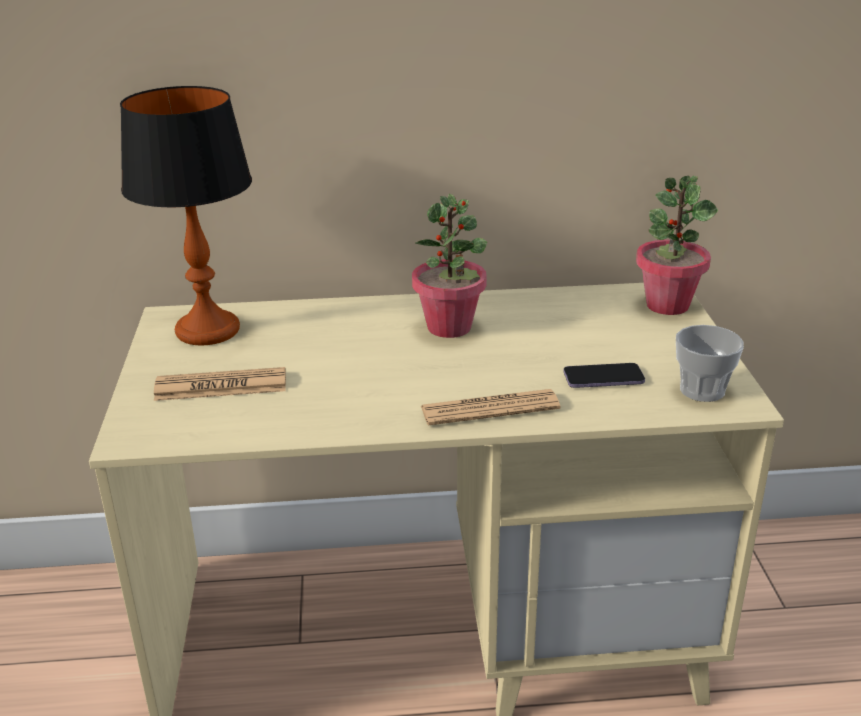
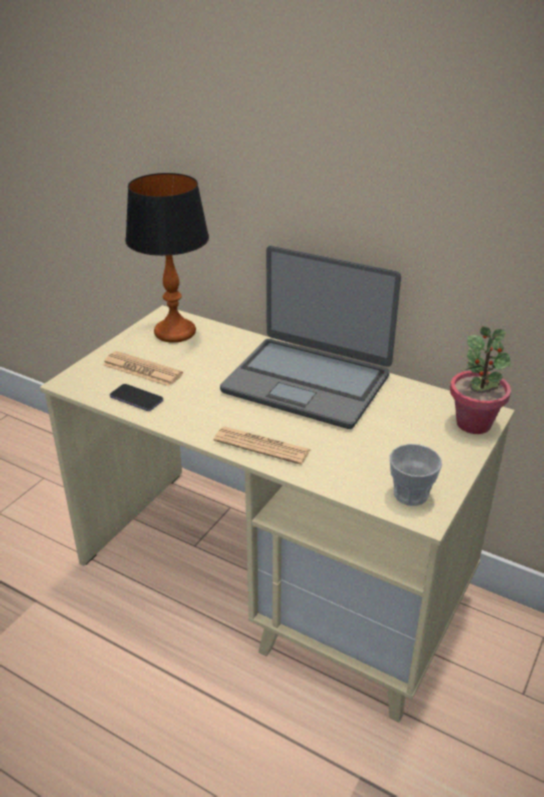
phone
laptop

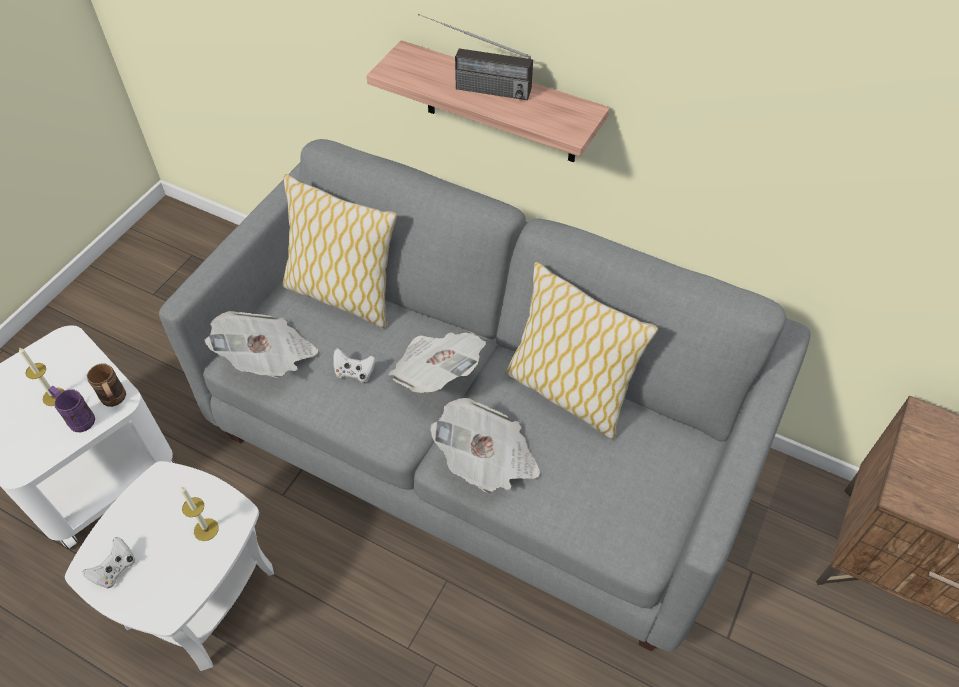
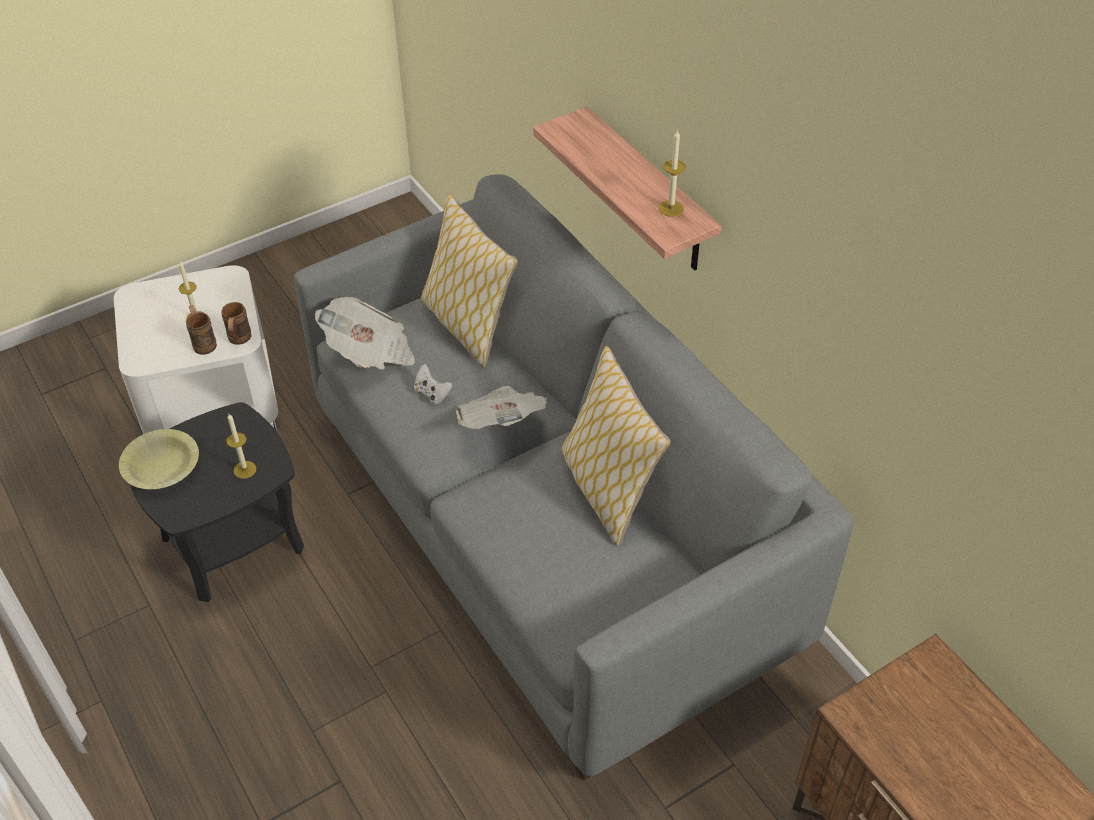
radio
newspaper (no. 3 from left in the first image)
candle (no. 3 from left)
bowl (yellow)
mug (brown) (no. 1 from left)
side table (black)

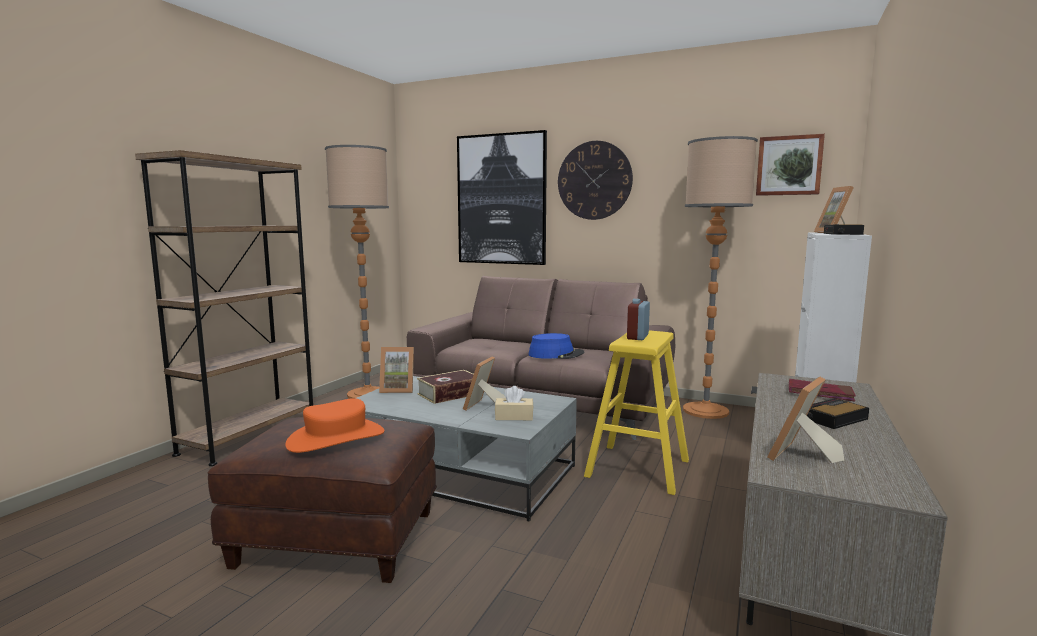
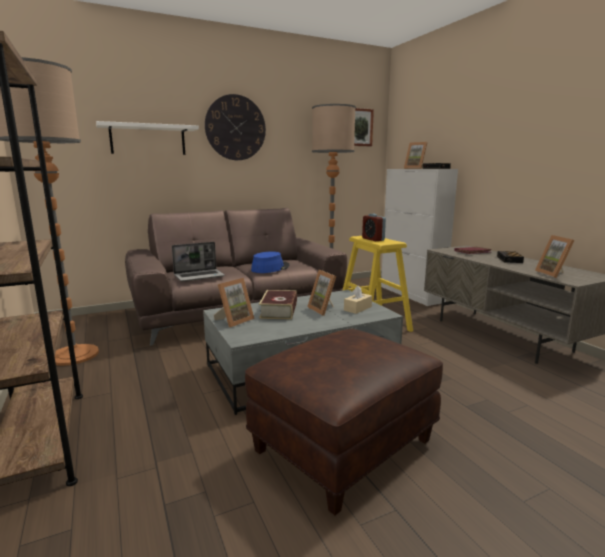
hat (orange)
laptop
shelf (white)

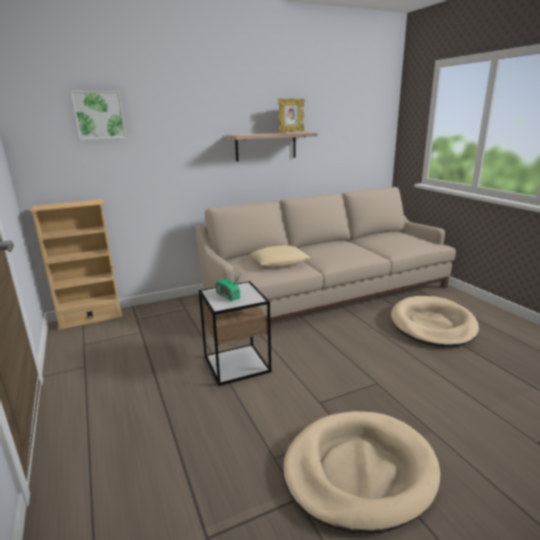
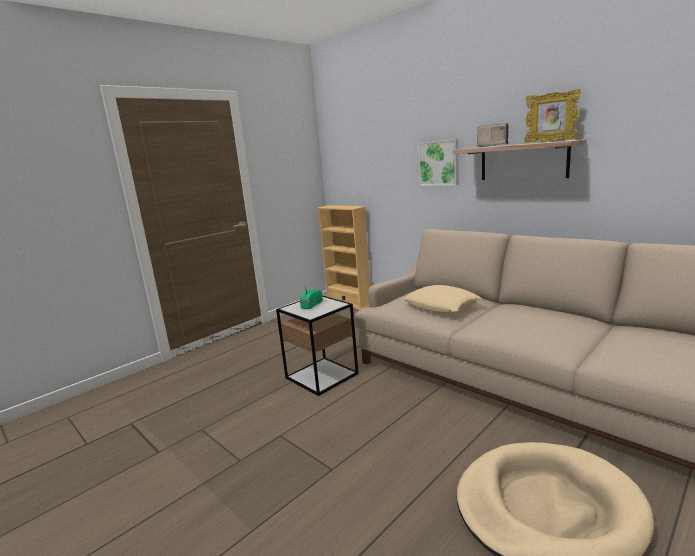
dog bed (beige) (no. 1 from left in the first image)
radio (no. 2 from left)
picture

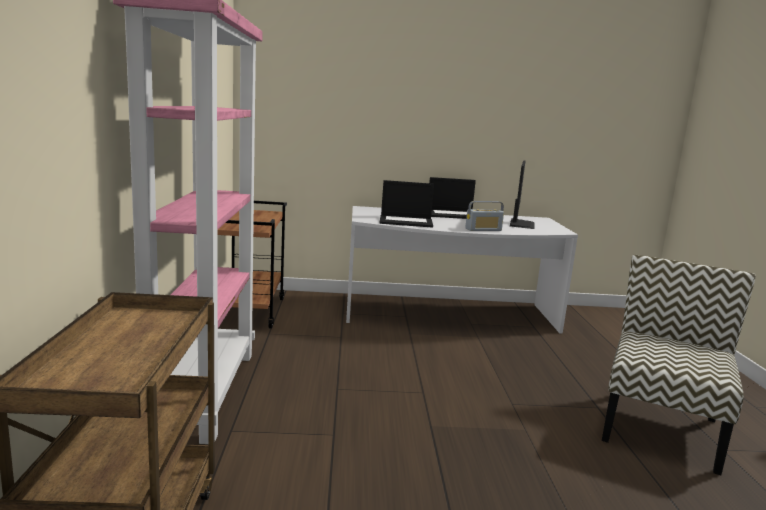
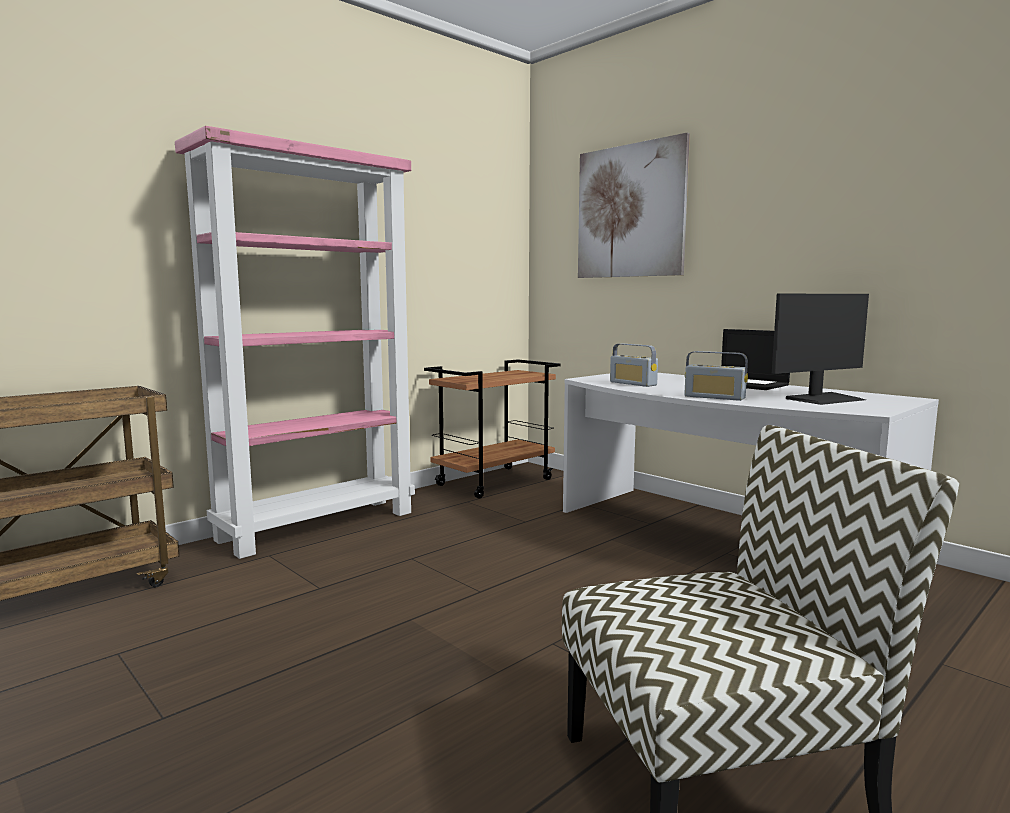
picture
radio (no. 1 from left)

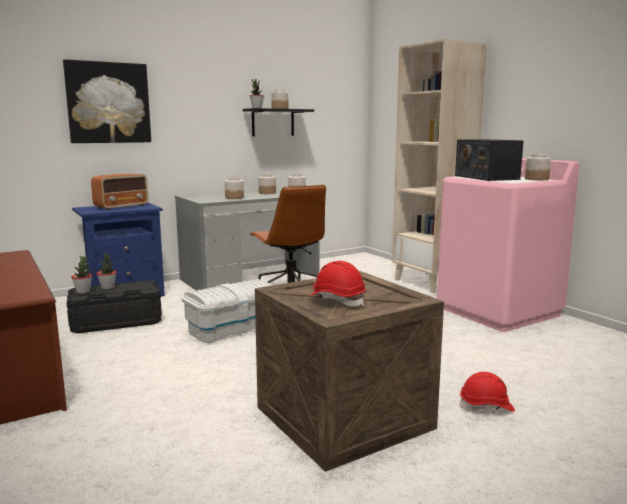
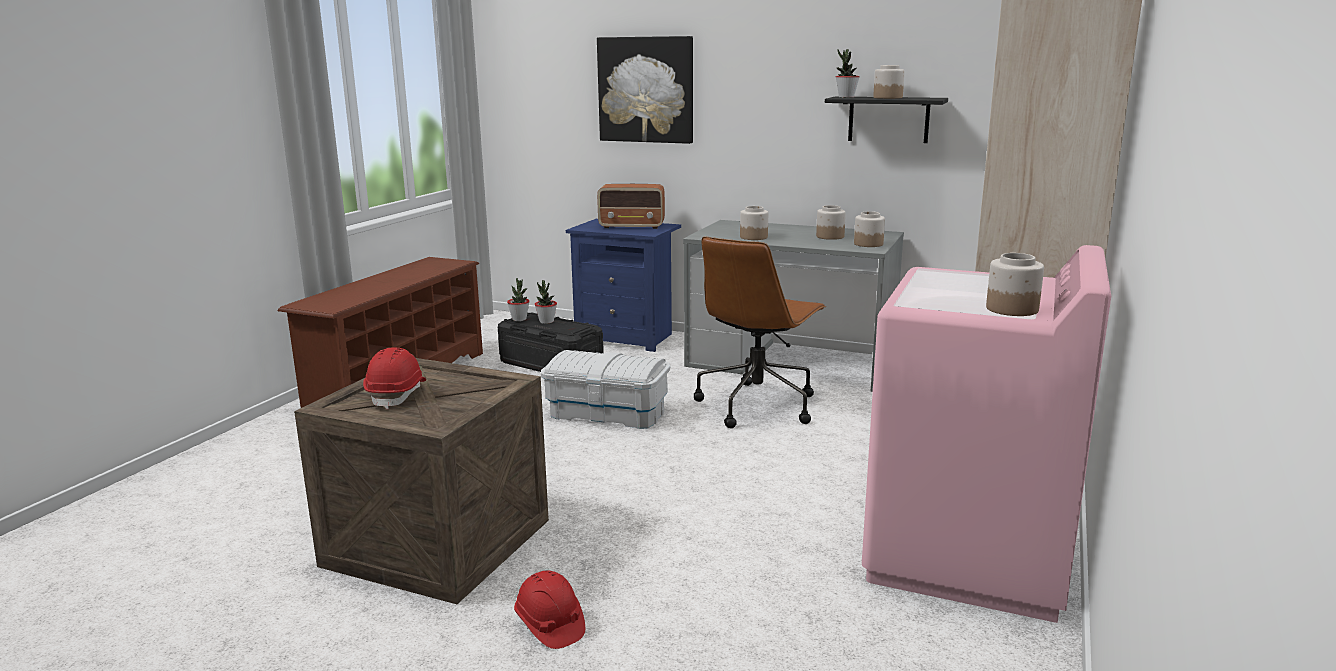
radio (no. 2 from left in the first image)

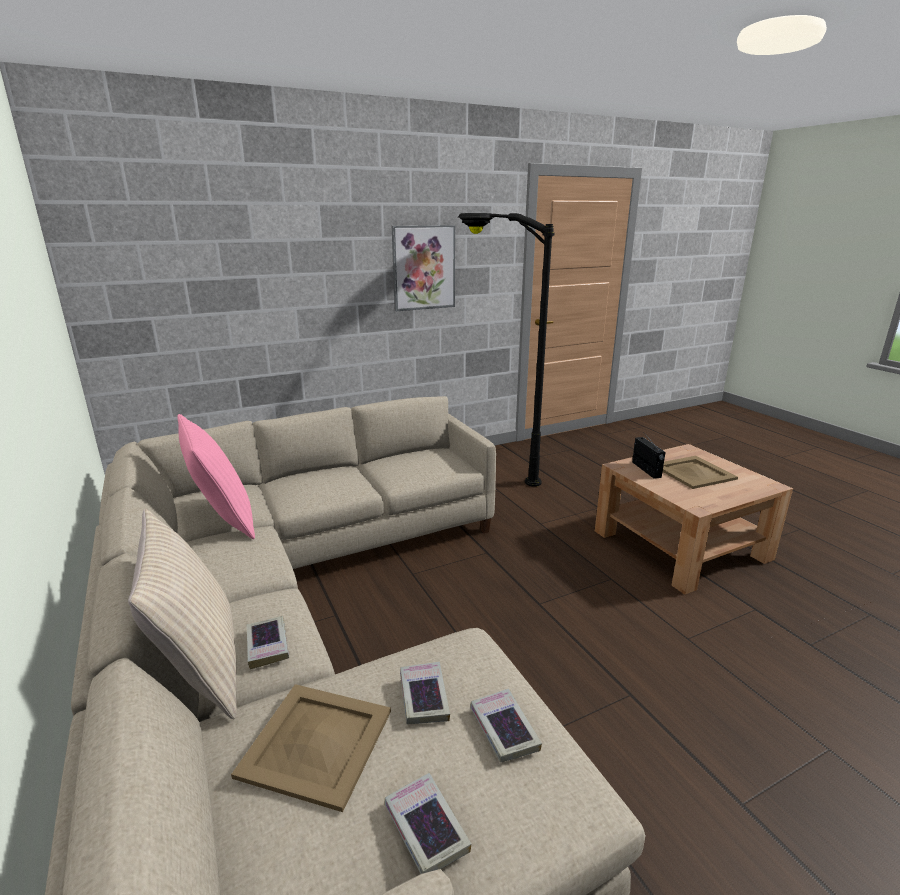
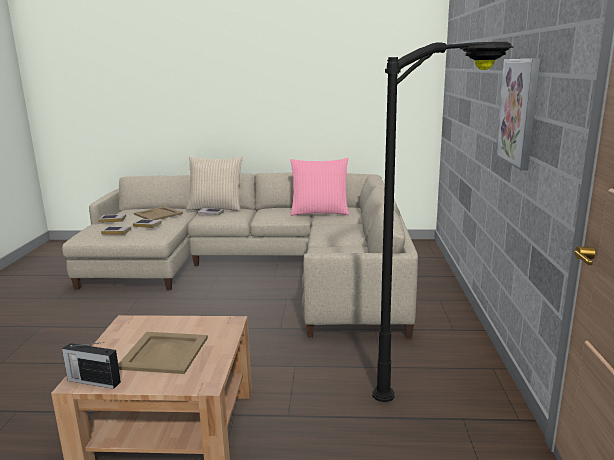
radio

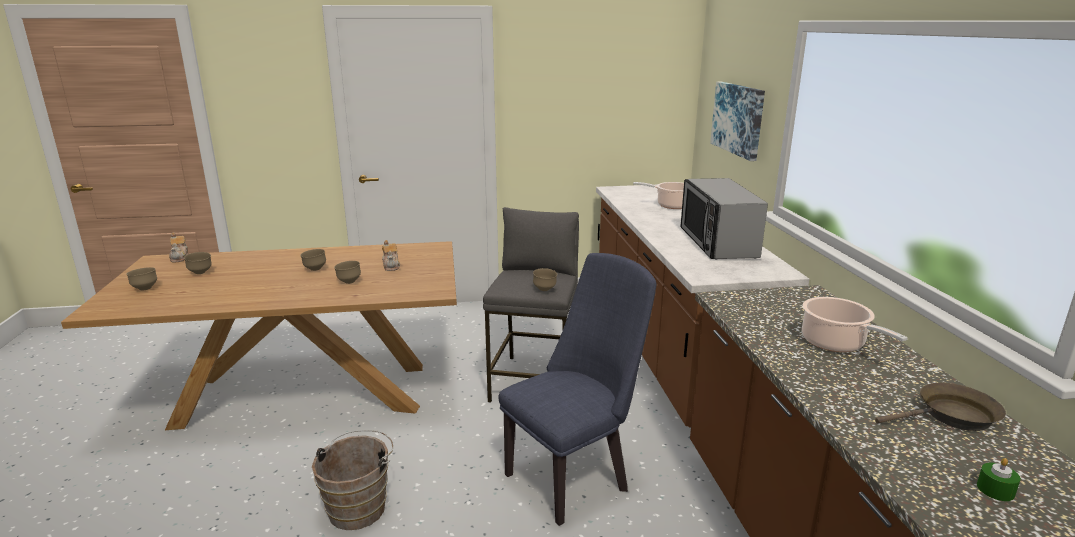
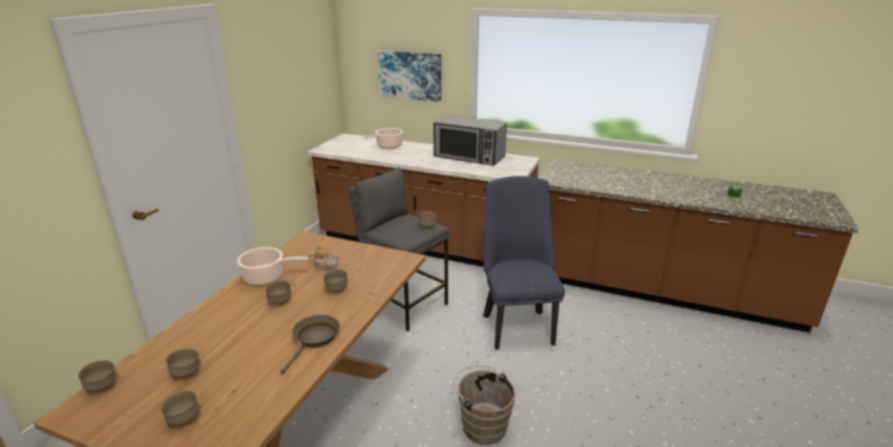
cooking pot (no. 1 from left)
frying pan (brown)
bowl (brown) (no. 1 from left)

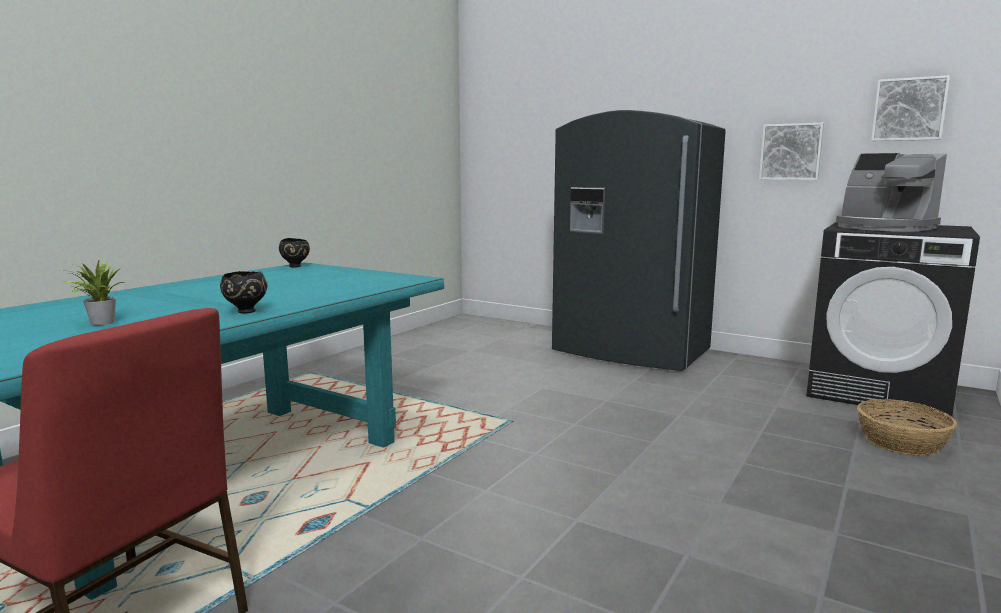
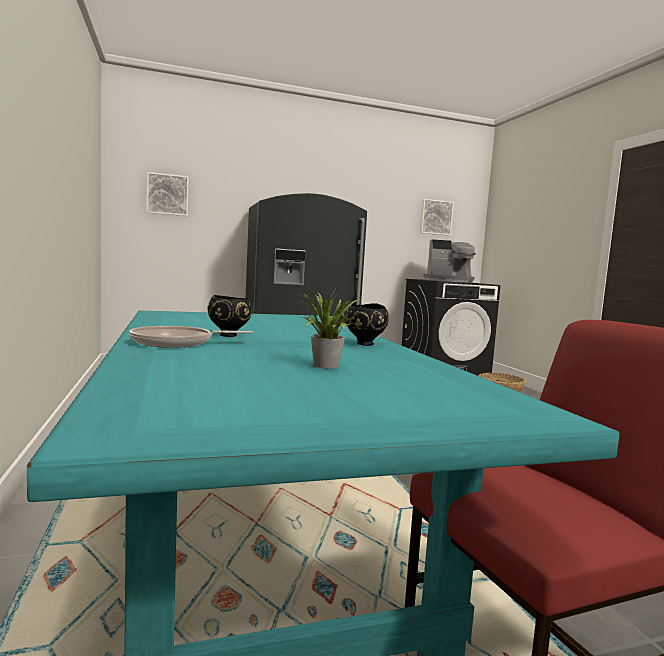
frying pan
bowl (black) (no. 1 from left)
picture (no. 1 from left)

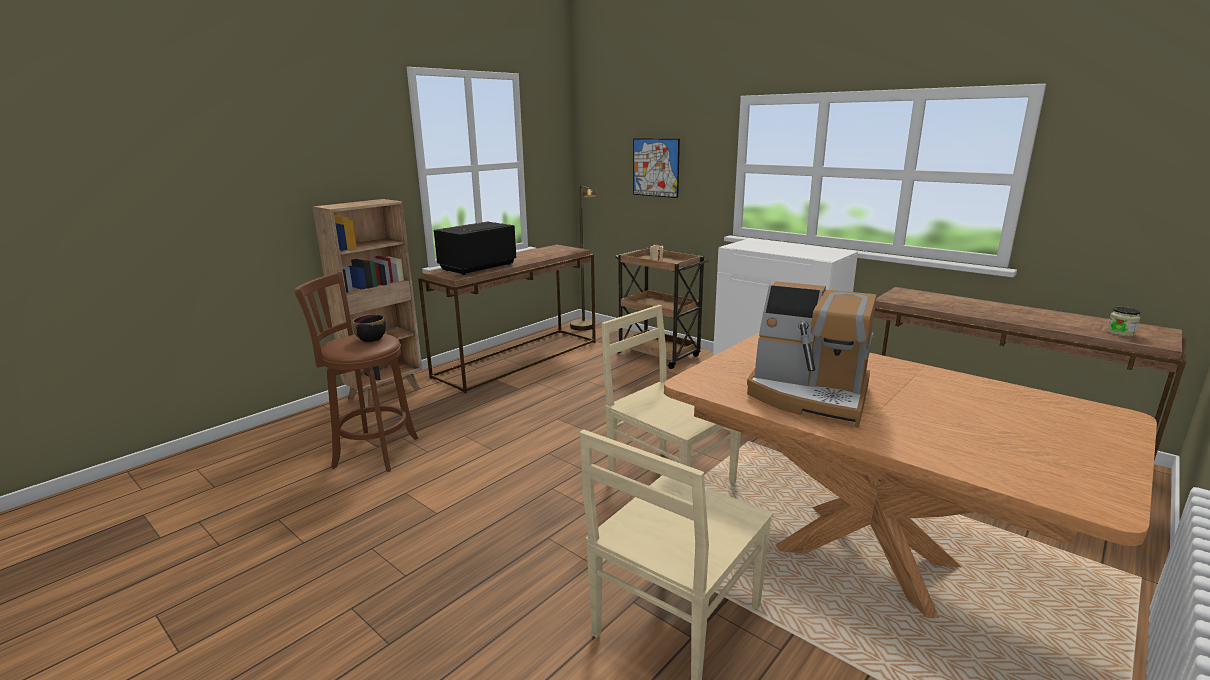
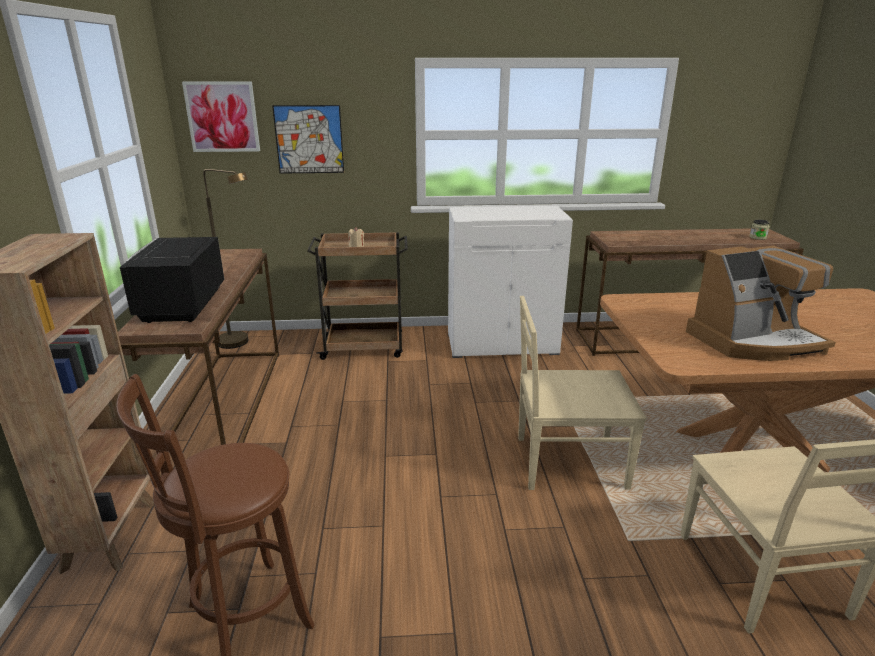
bowl (black)
picture (no. 1 from left)

